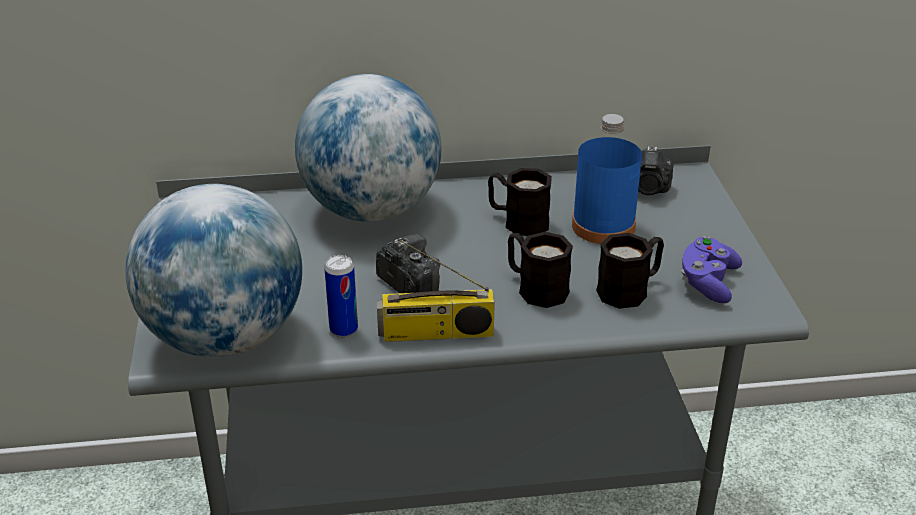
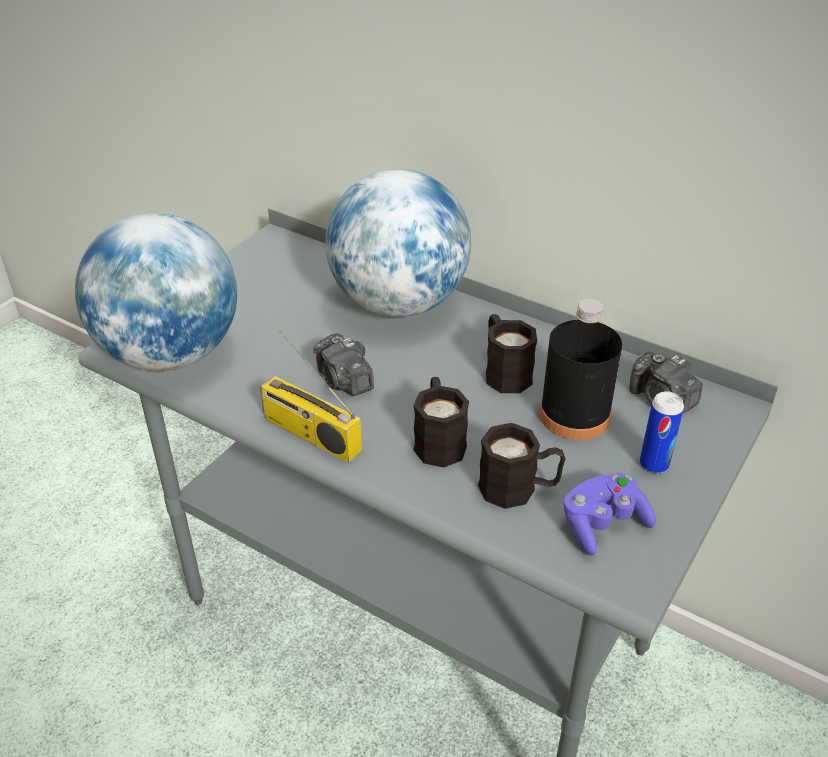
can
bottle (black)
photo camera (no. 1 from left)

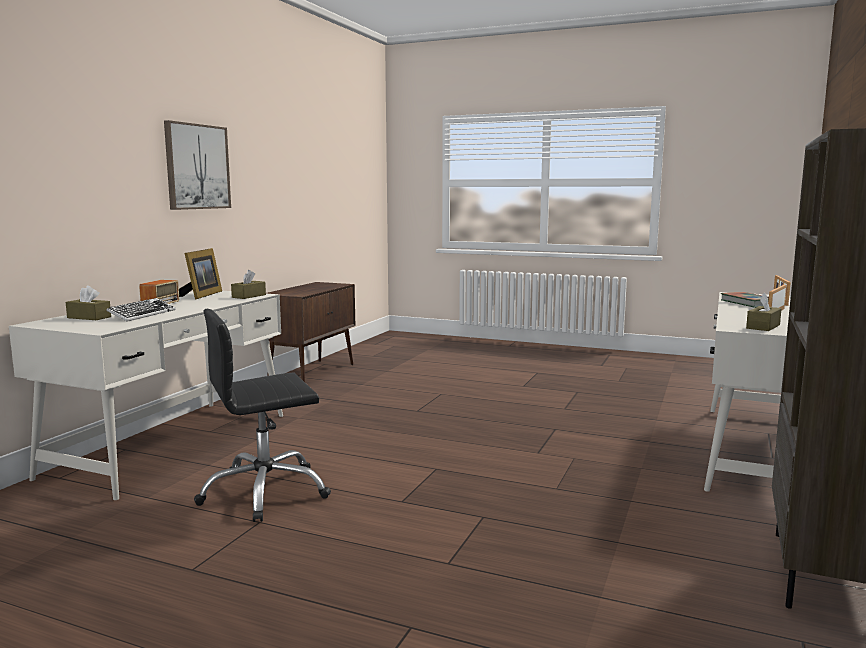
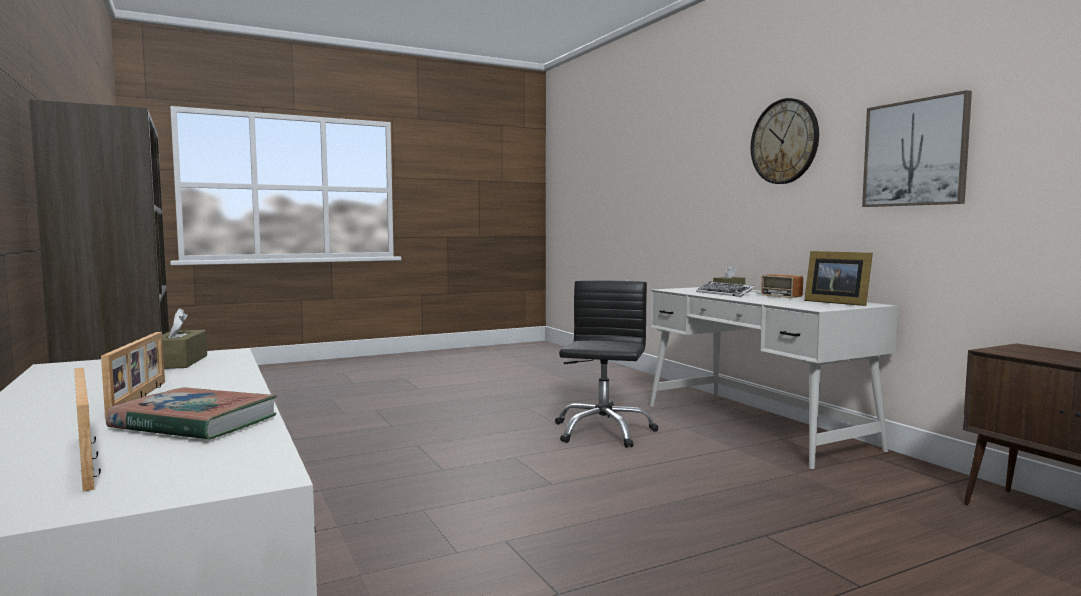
tissue box (brown) (no. 2 from left in the first image)
wall clock

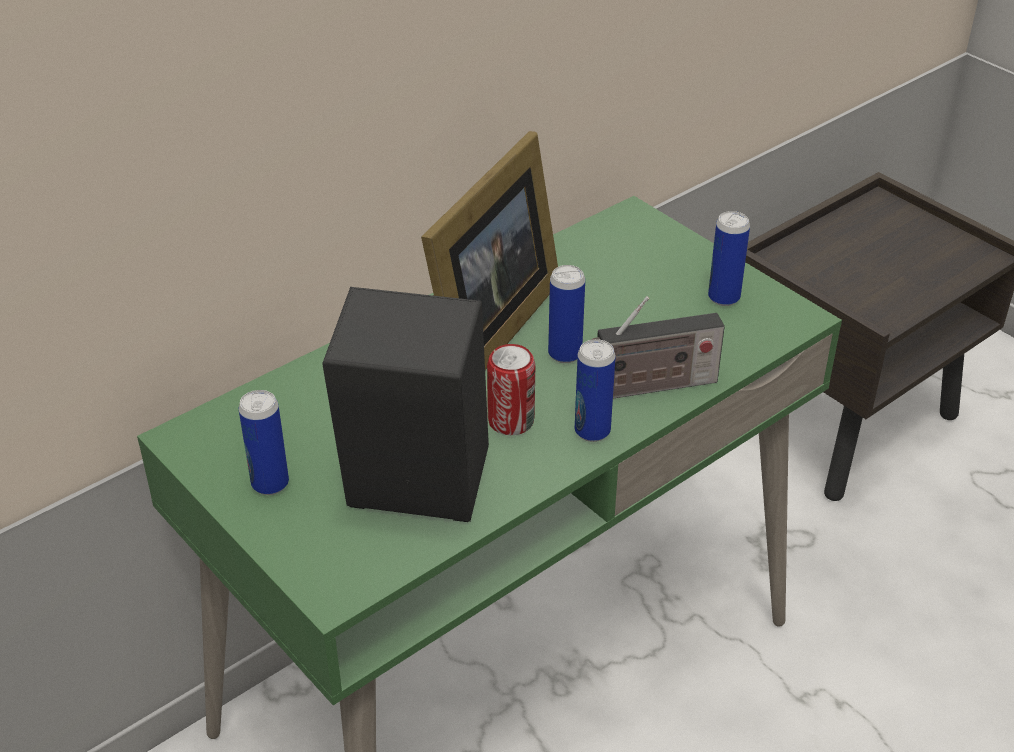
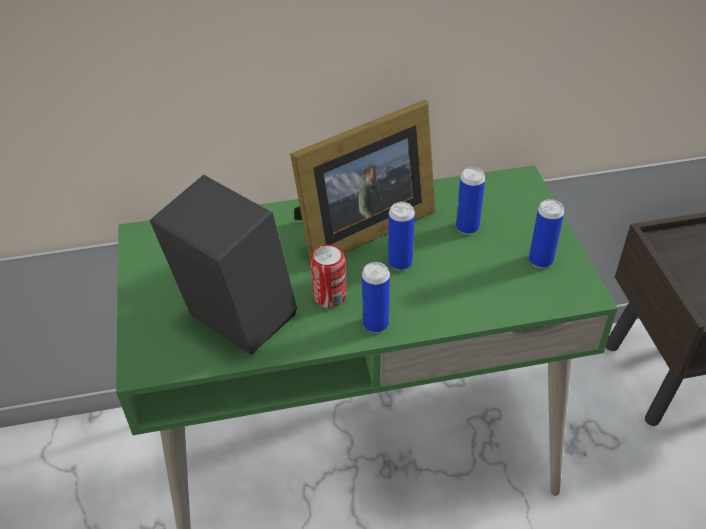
radio
can (no. 4 from left)

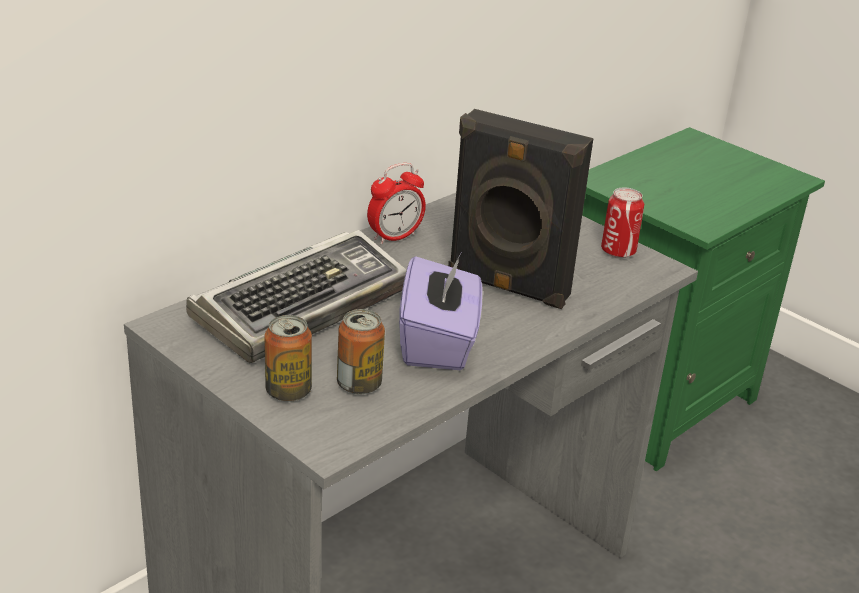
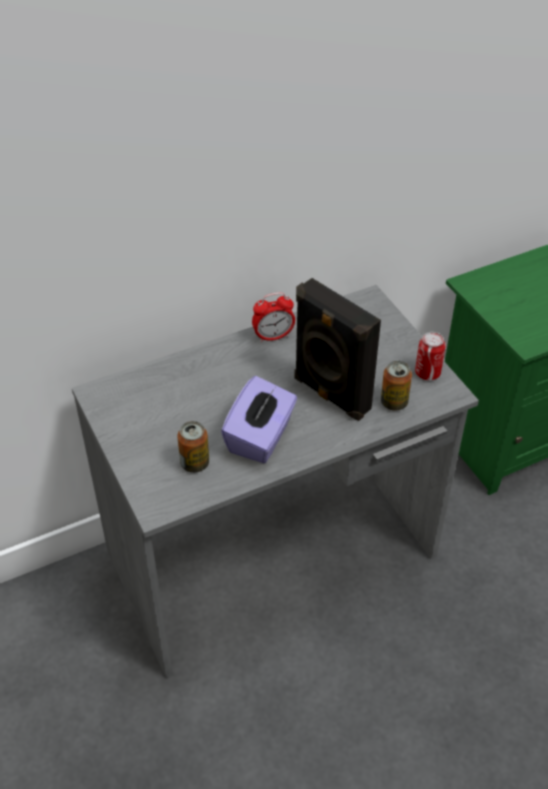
keyboard
can (no. 2 from left)

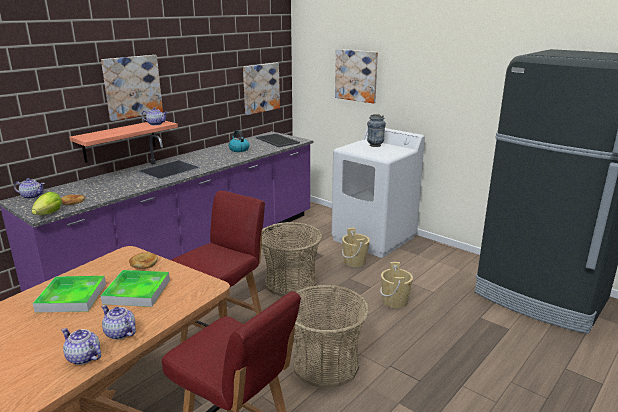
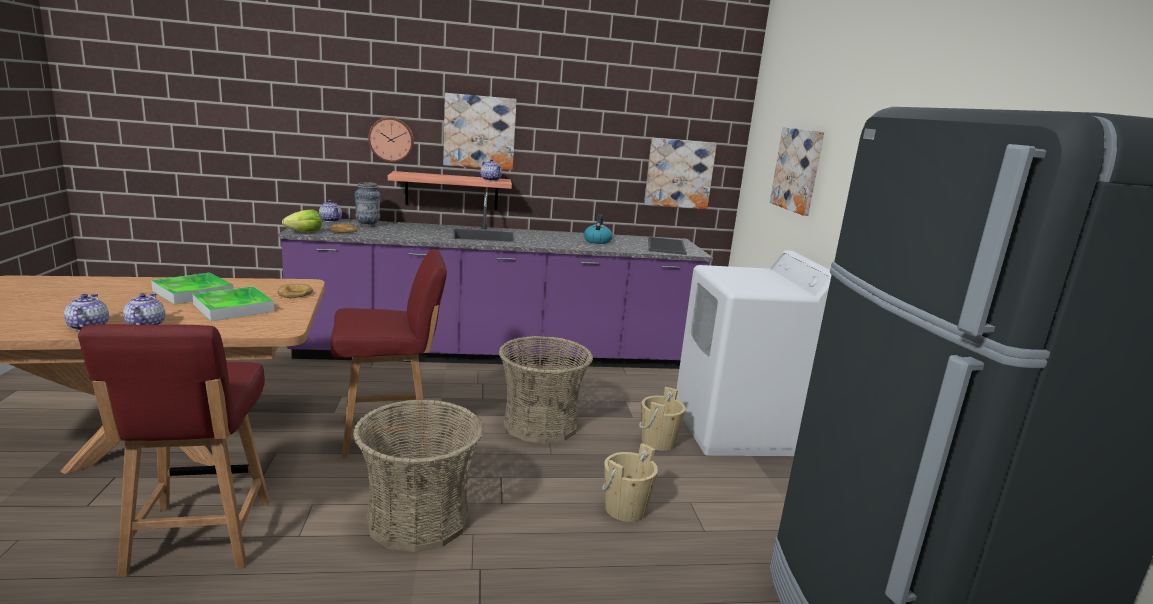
wall clock
vase

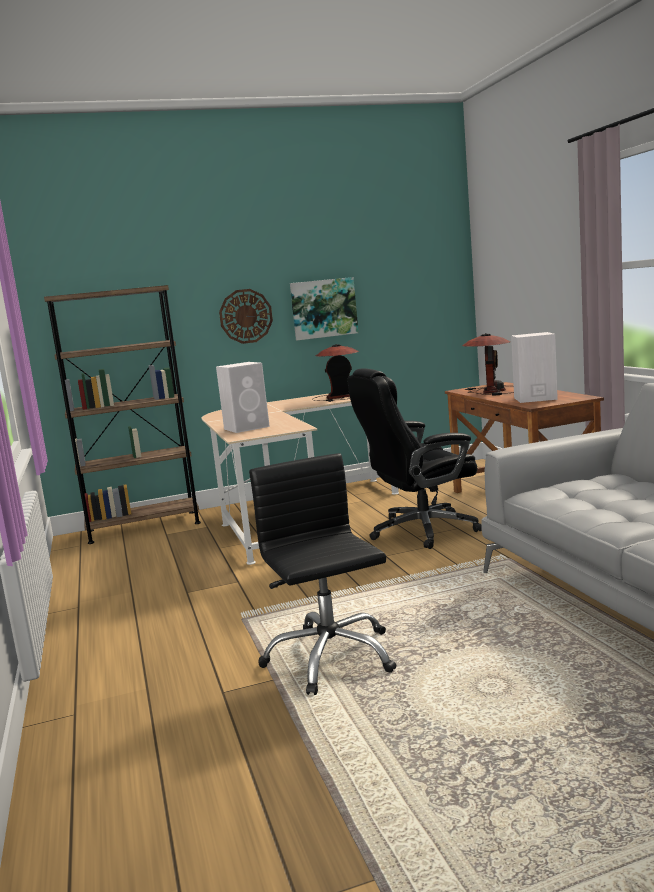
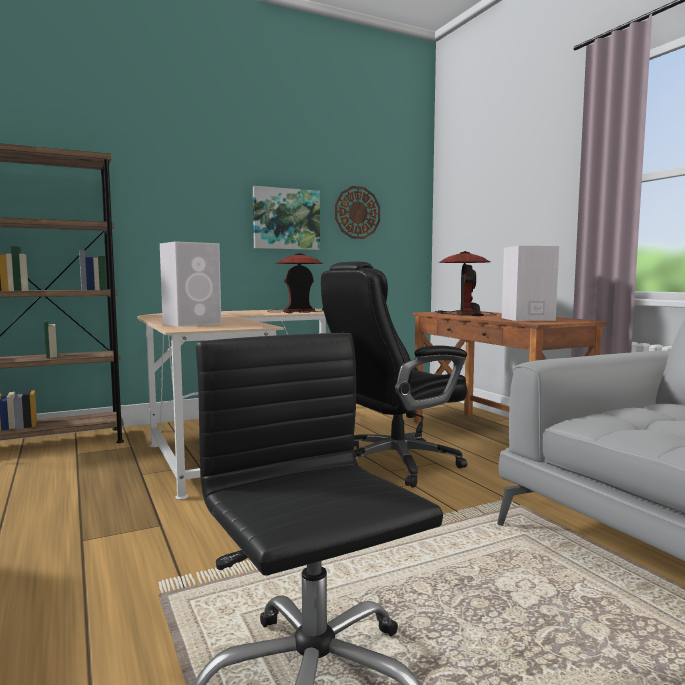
wall clock

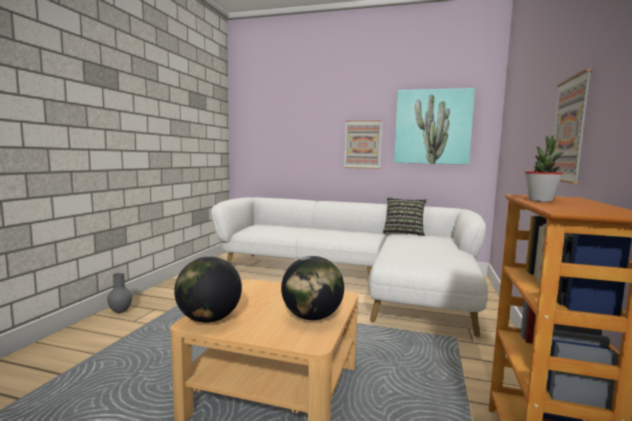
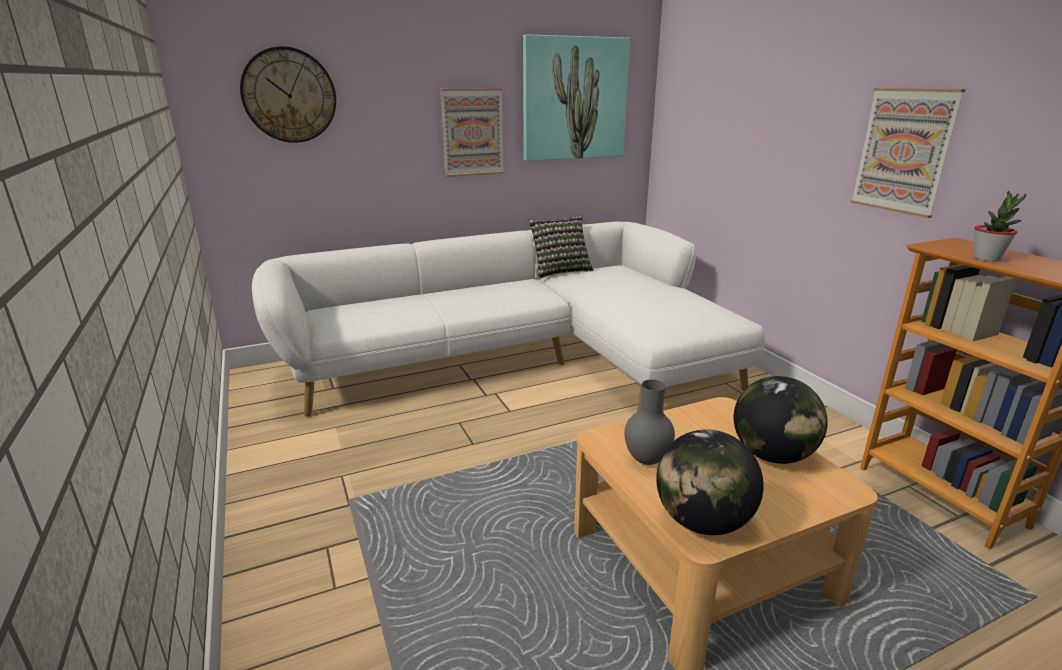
wall clock
vase (grey)

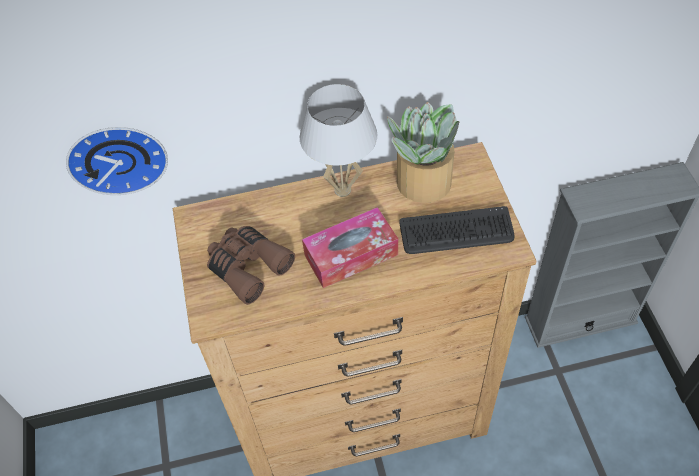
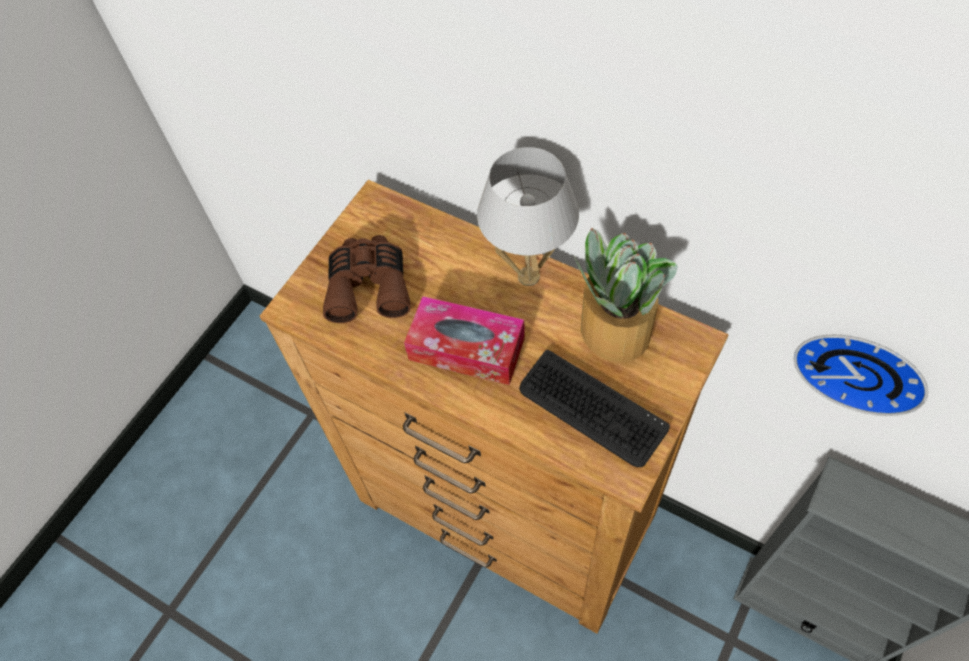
wall clock

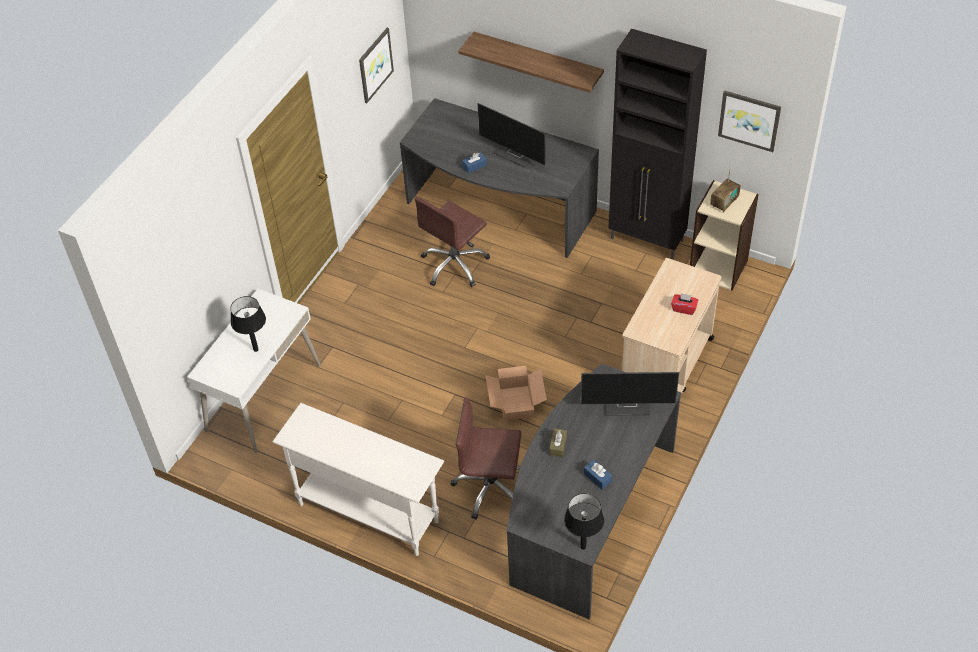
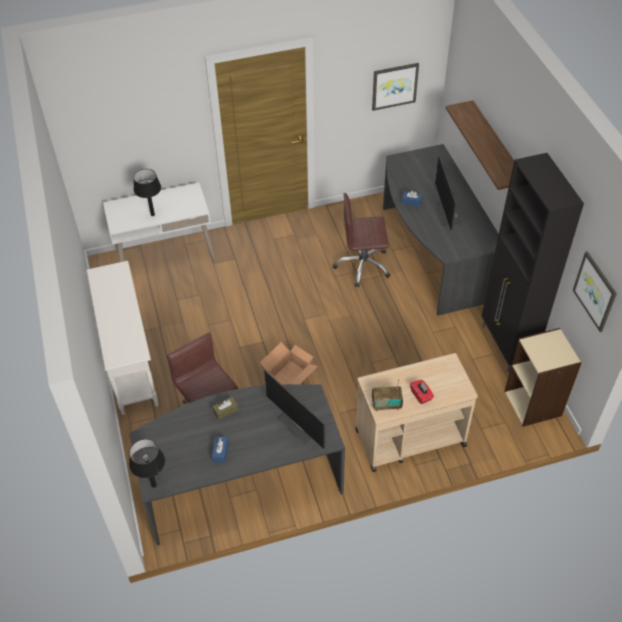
radio

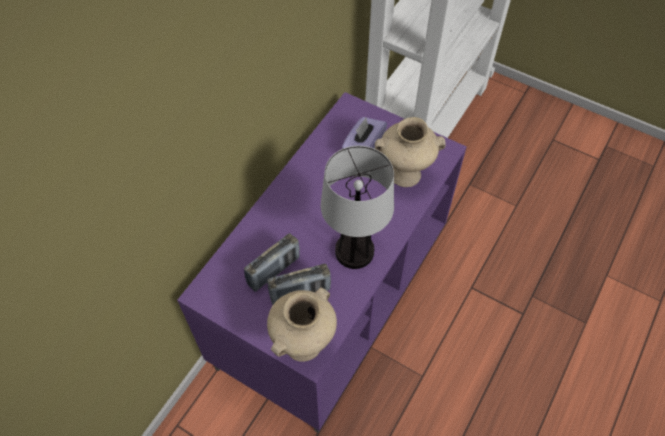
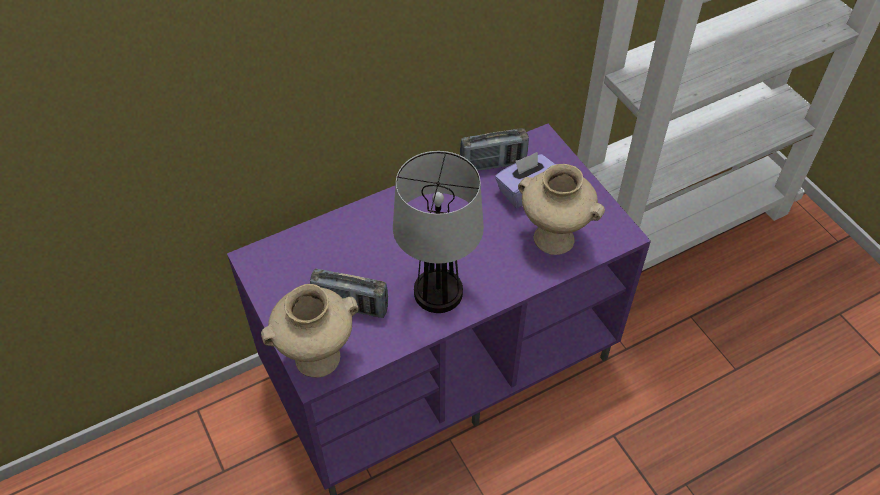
radio (no. 2 from left)

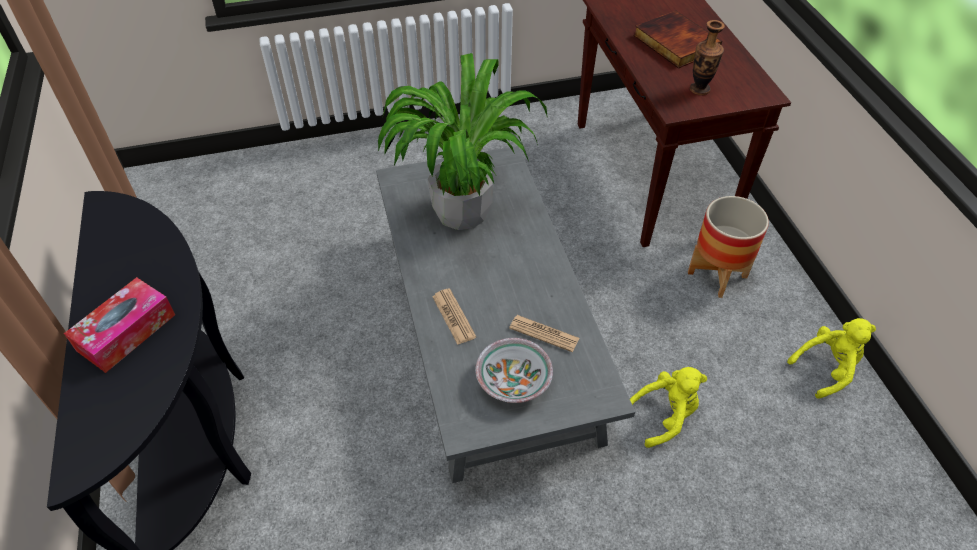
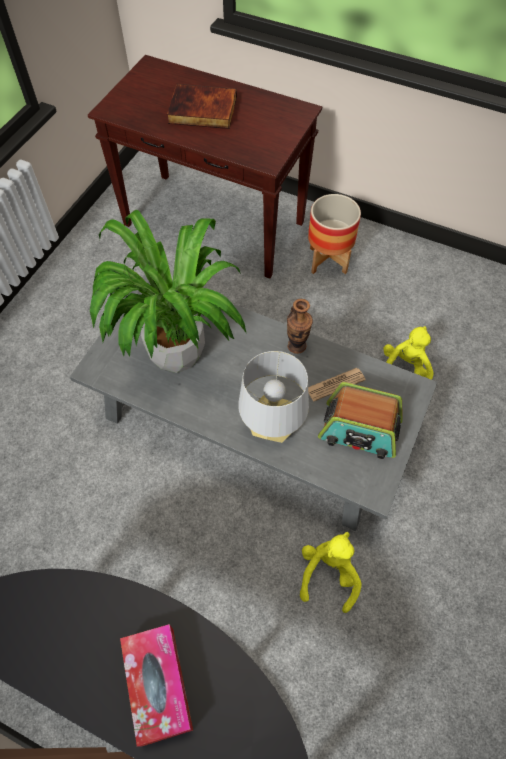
vase
plush toy (yellow) (no. 1 from left)
table lamp (grey)
radio

